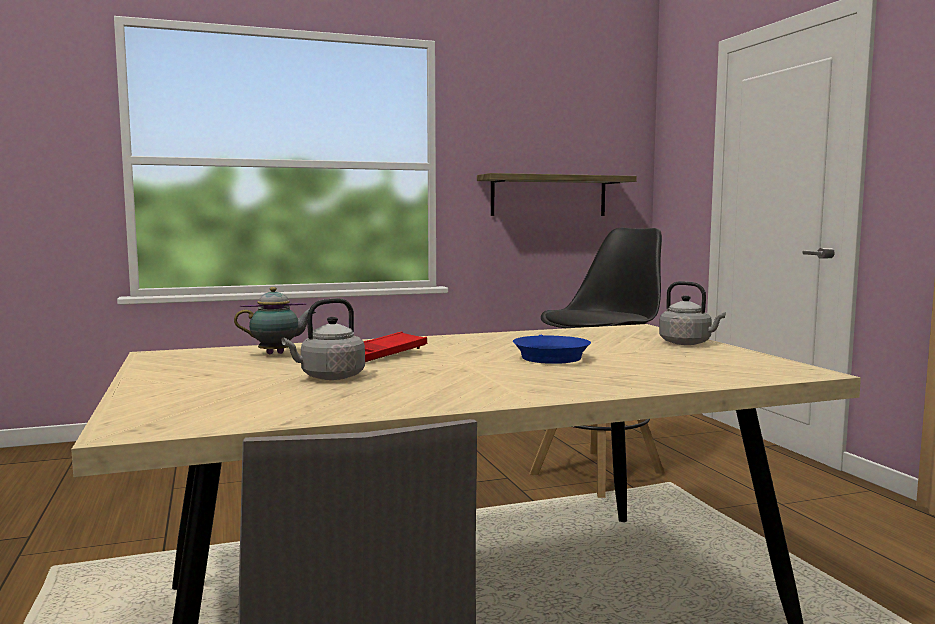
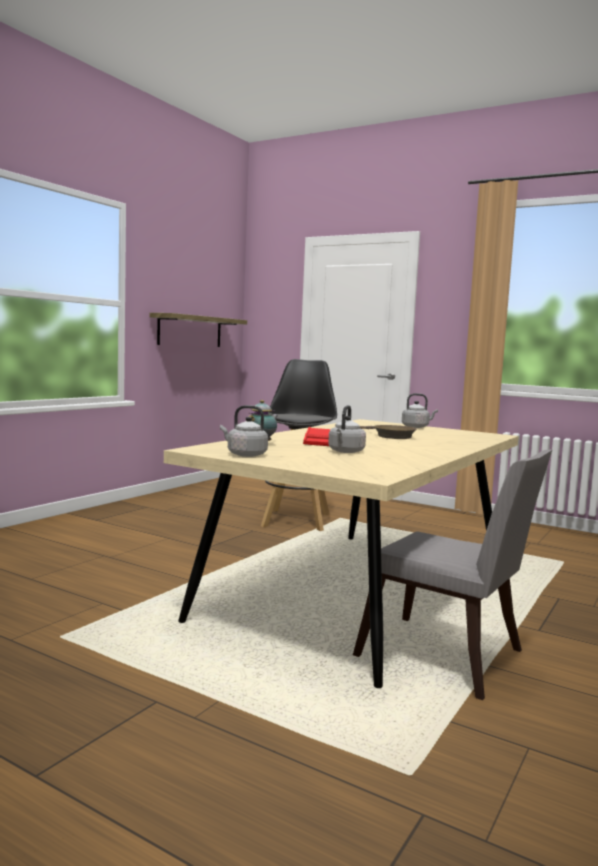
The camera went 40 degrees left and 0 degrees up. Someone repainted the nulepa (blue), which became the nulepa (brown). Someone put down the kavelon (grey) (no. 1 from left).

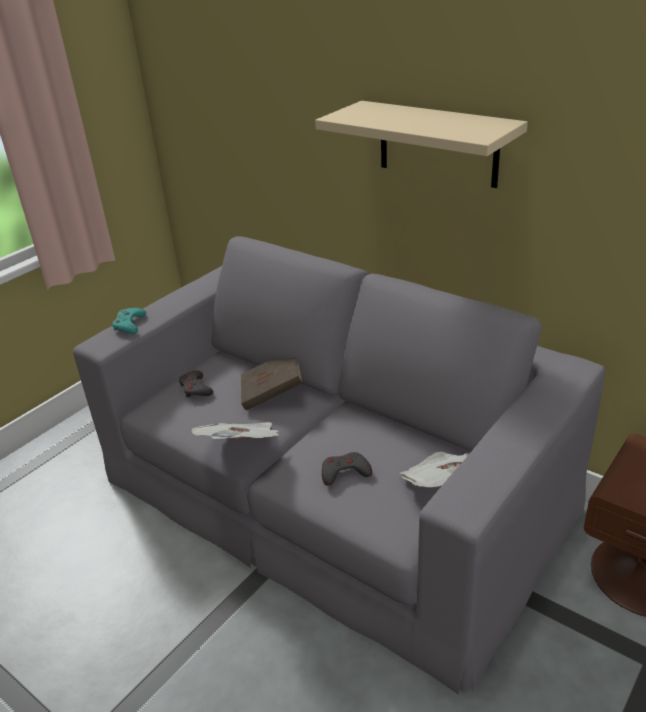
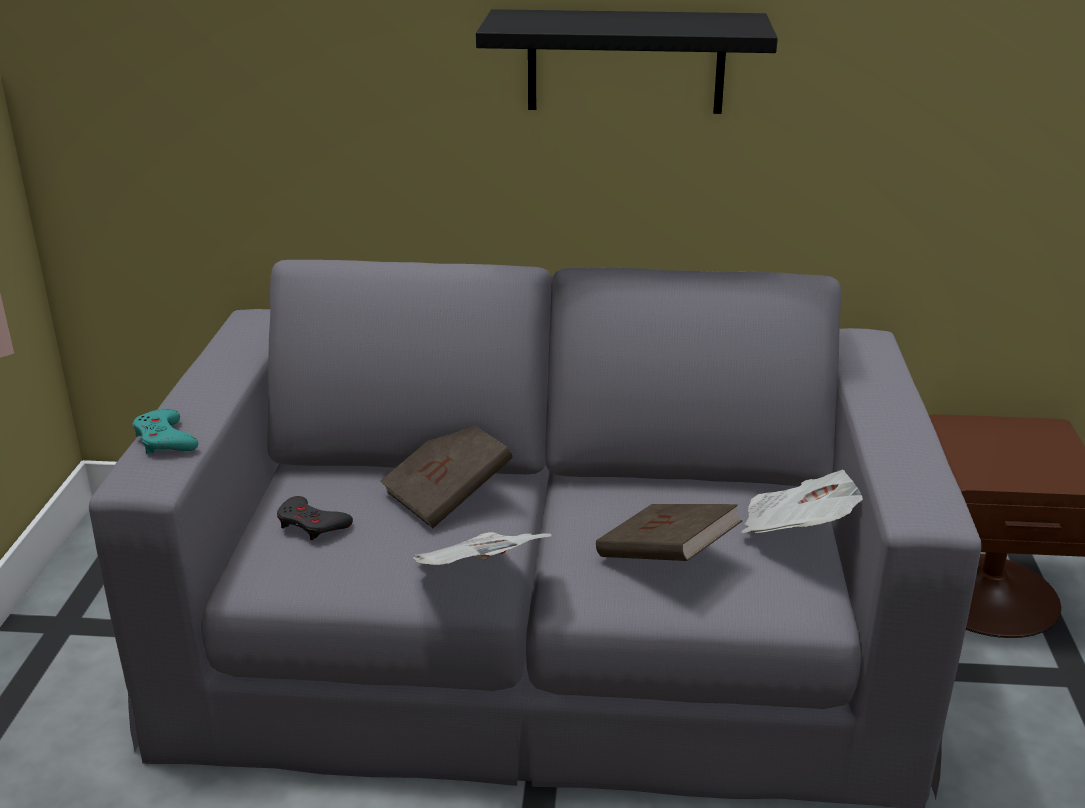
The camera went 35 degrees left and 5 degrees down. Someone repainted the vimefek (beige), which became the vimefek (black). Someone swapped the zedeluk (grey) (no. 2 from left) for the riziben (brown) (no. 2 from left).

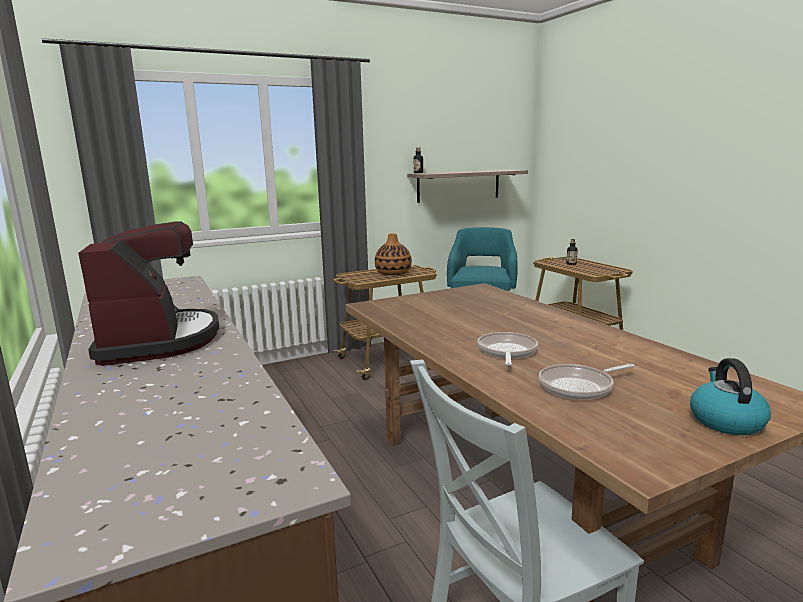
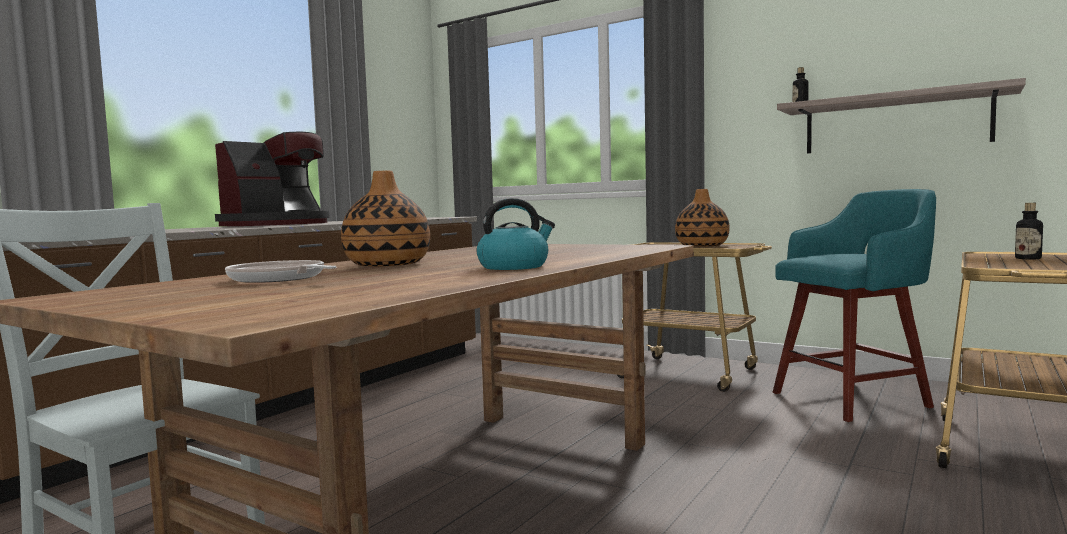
The camera went 60 degrees right and 10 degrees down. Someone swapped the nulepa (no. 1 from left) for the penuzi (no. 1 from left). Someone carried the kavelon.

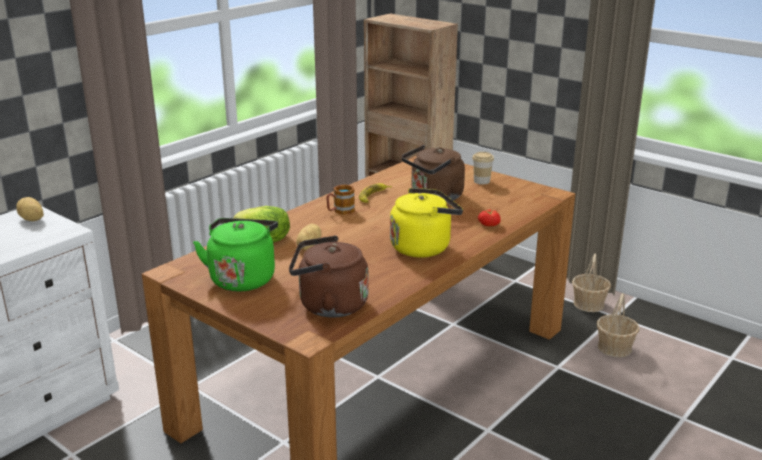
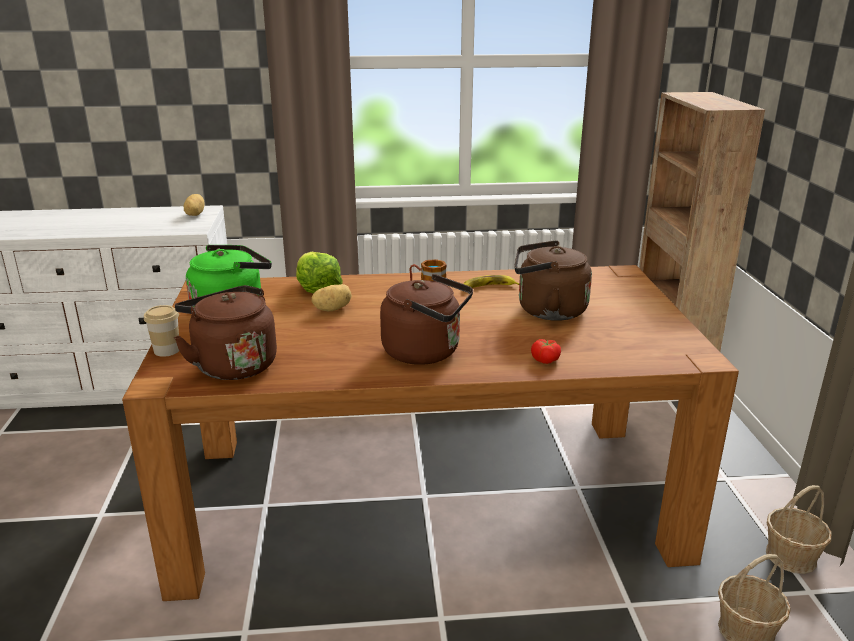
The camera went 45 degrees right and 0 degrees up. Someone repainted the kavelon (yellow), which became the kavelon (brown) (no. 2 from left). Someone carried the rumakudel.

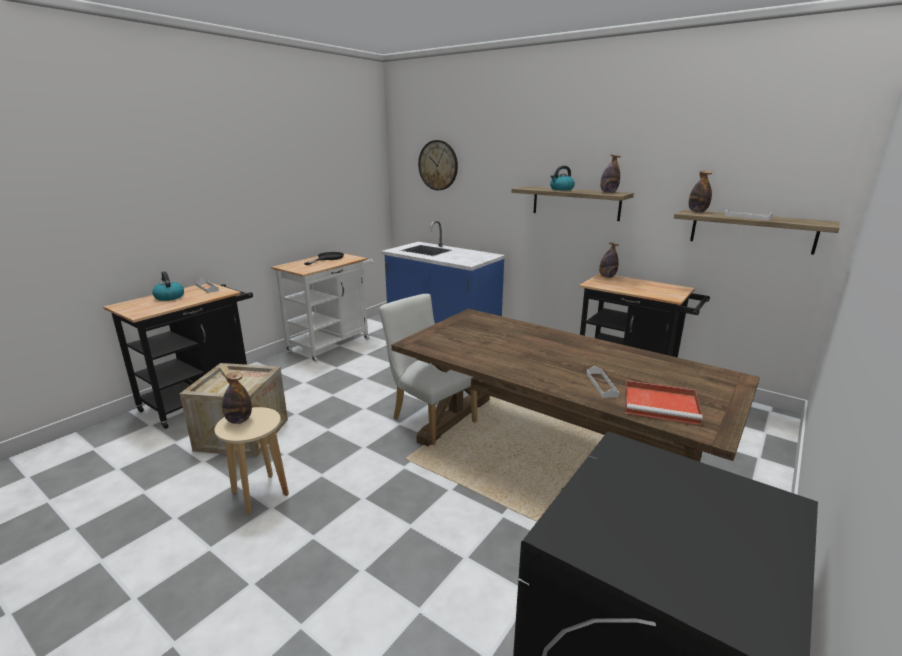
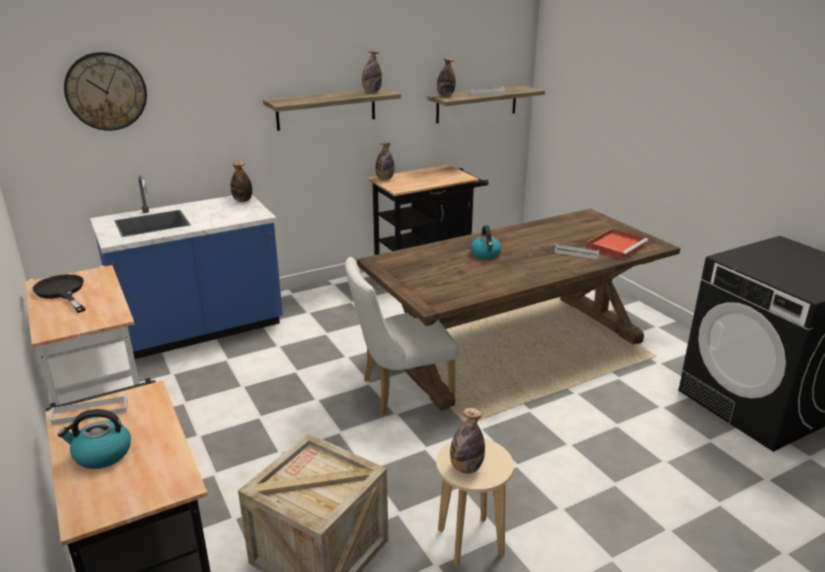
The camera went 65 degrees left and 5 degrees up. Someone carried the kavelon (no. 2 from left). Someone put down the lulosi (no. 1 from left).

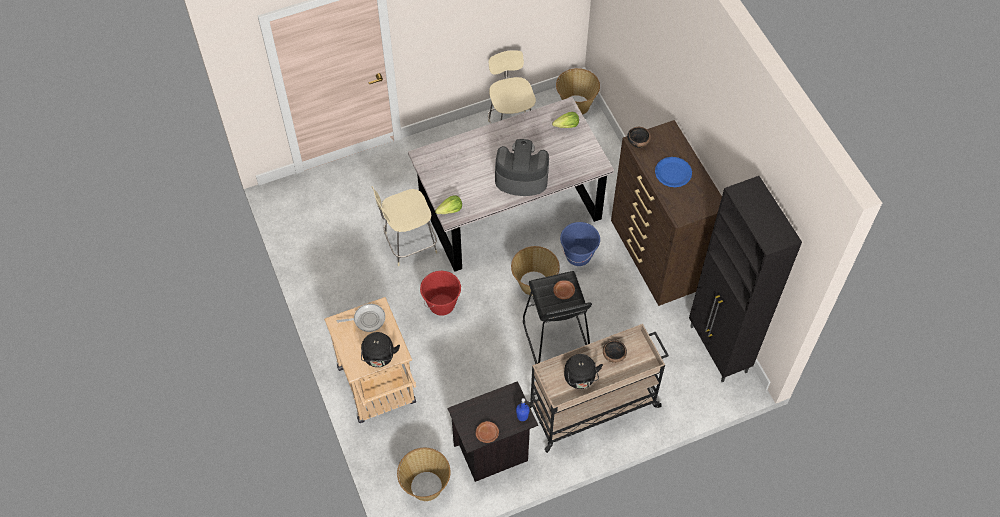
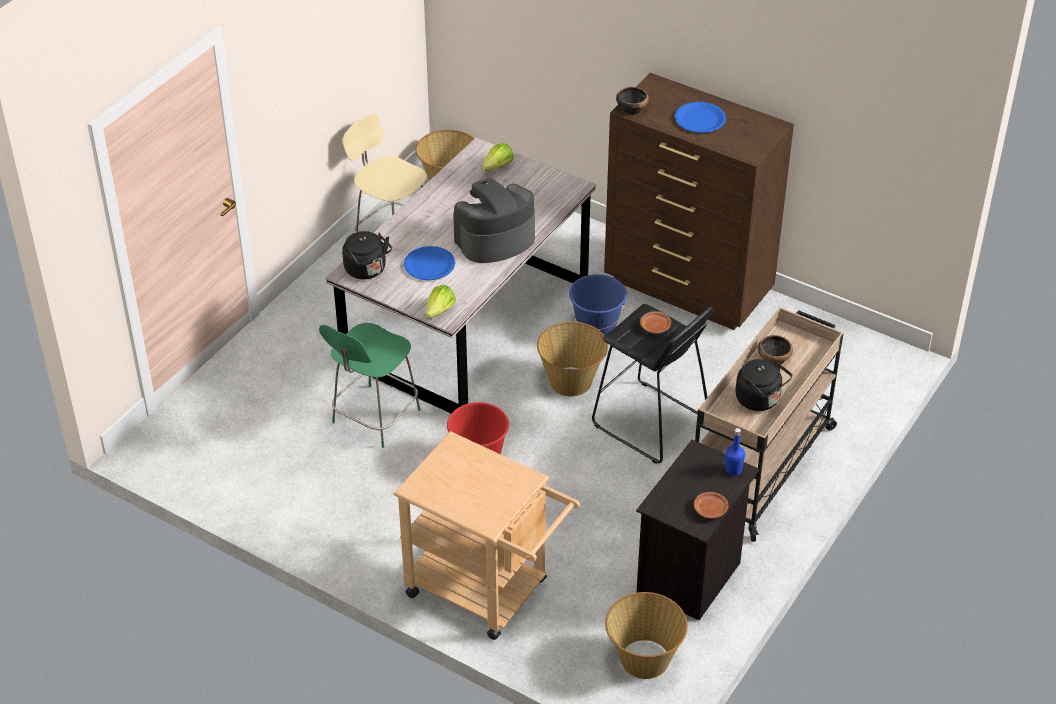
The camera went 35 degrees left and 15 degrees down. Someone took away the nulepa. Someone carried the kavelon (black) (no. 1 from left). Someone repainted the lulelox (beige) (no. 1 from left), which became the lulelox (green). Someone took away the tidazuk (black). Someone put down the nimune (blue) (no. 1 from left).

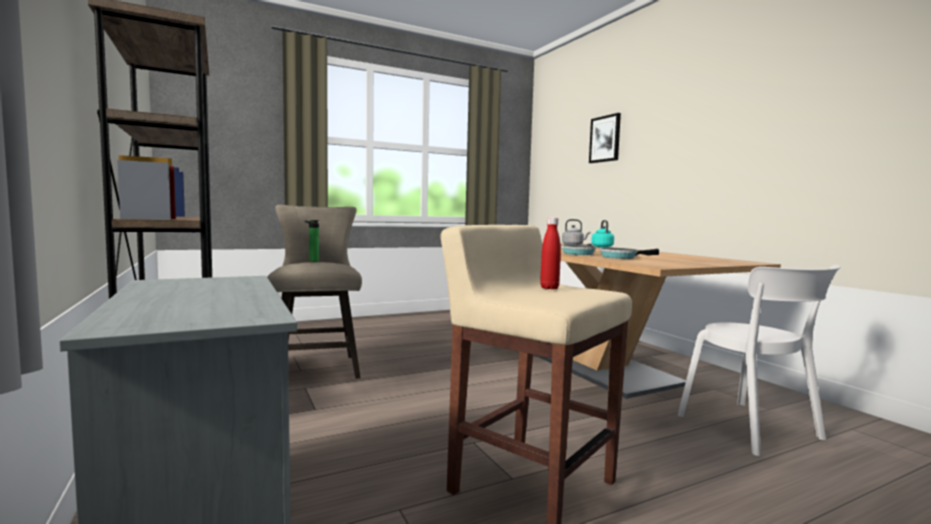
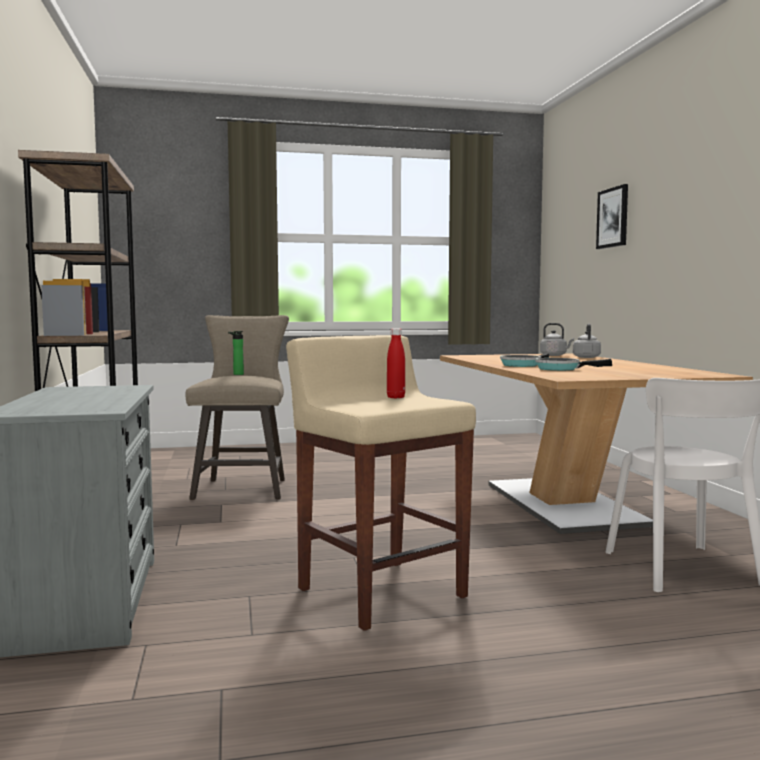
The camera went 15 degrees right and 0 degrees up. Someone repainted the kavelon (turquoise), which became the kavelon (grey) (no. 2 from left).

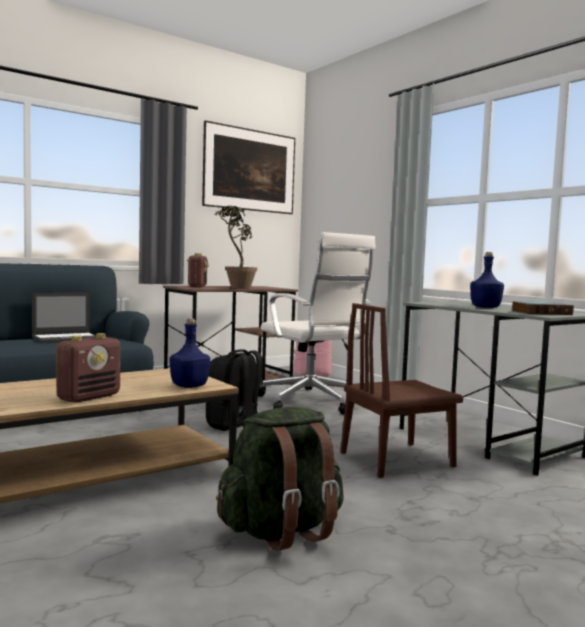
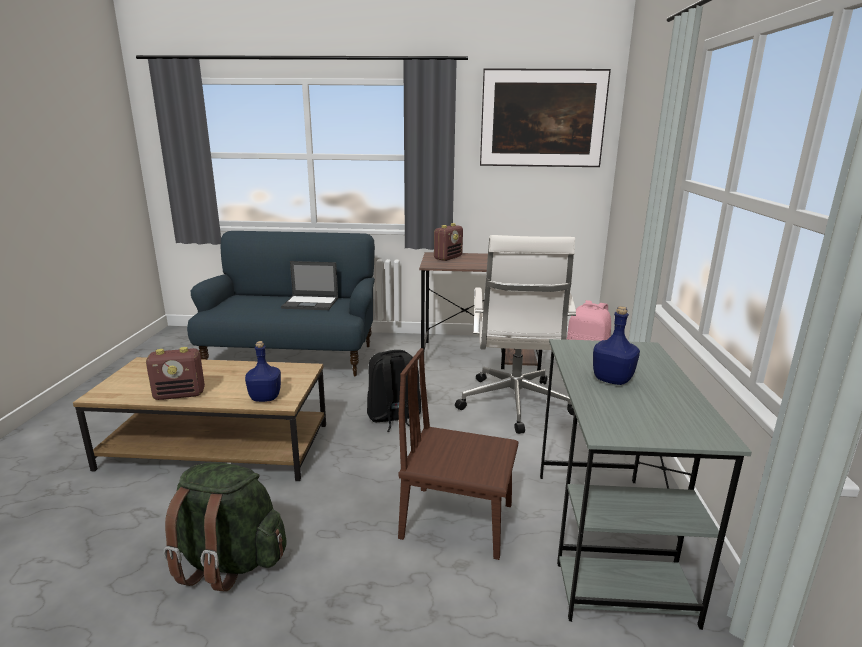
The camera went 40 degrees right and 15 degrees up. Someone took away the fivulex. Someone took away the riziben.

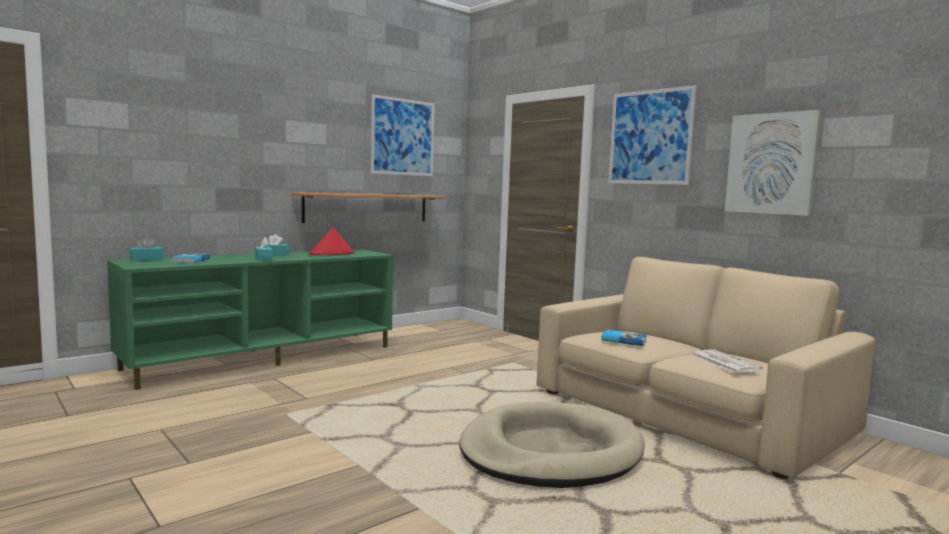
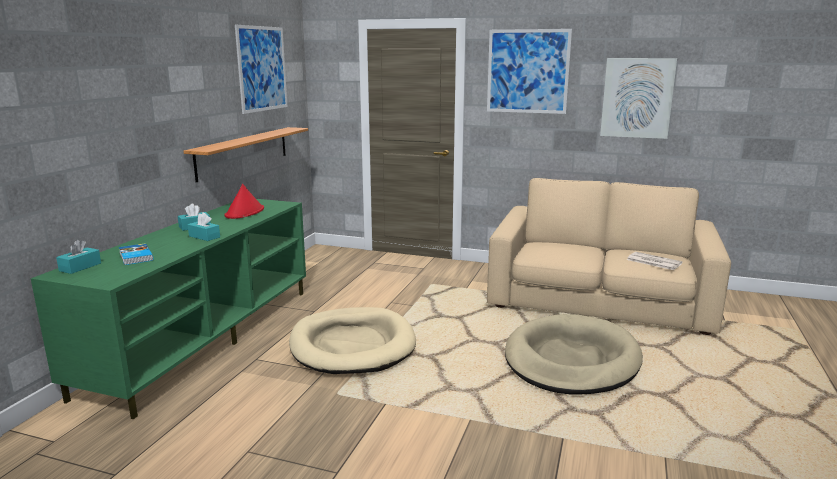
The camera went 30 degrees left and 10 degrees up. Someone took away the riziben (no. 2 from left). Someone put down the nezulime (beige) (no. 1 from left).

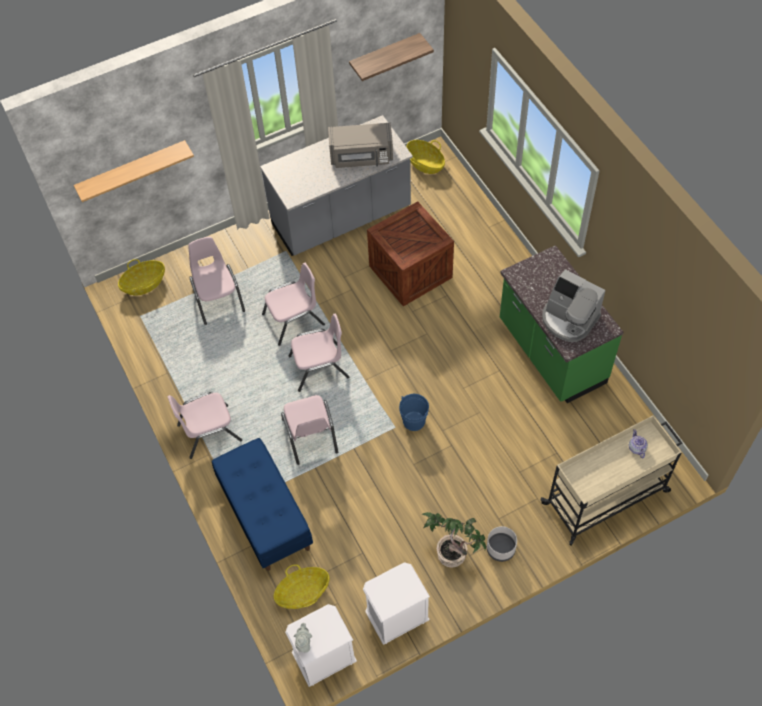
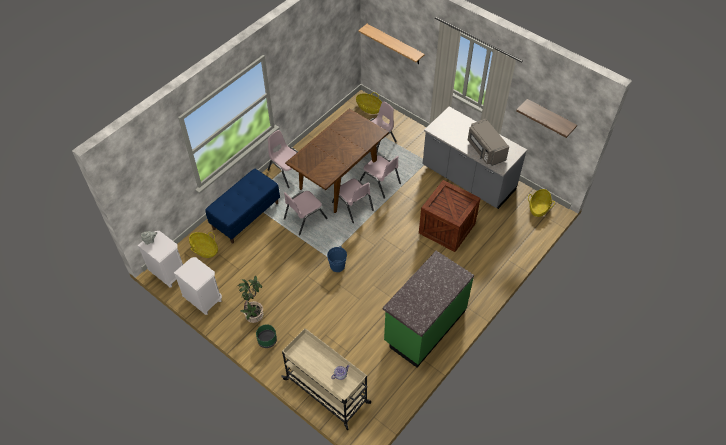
The camera went 65 degrees right and 5 degrees down. Someone repainted the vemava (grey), which became the vemava (green). Someone took away the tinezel. Someone put down the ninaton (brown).

